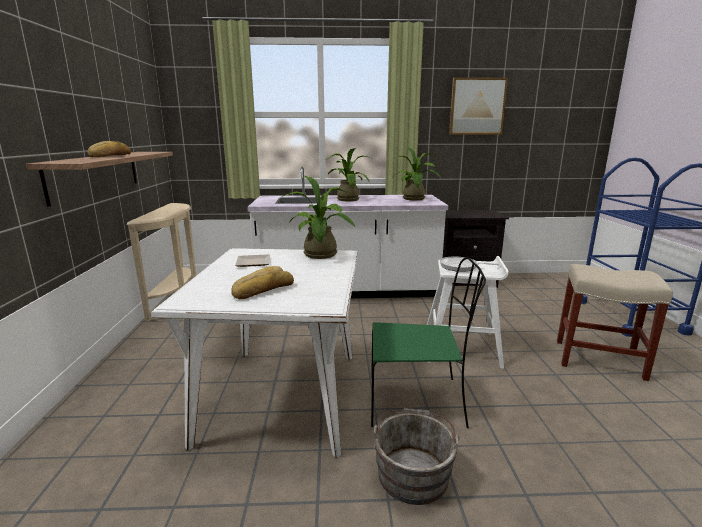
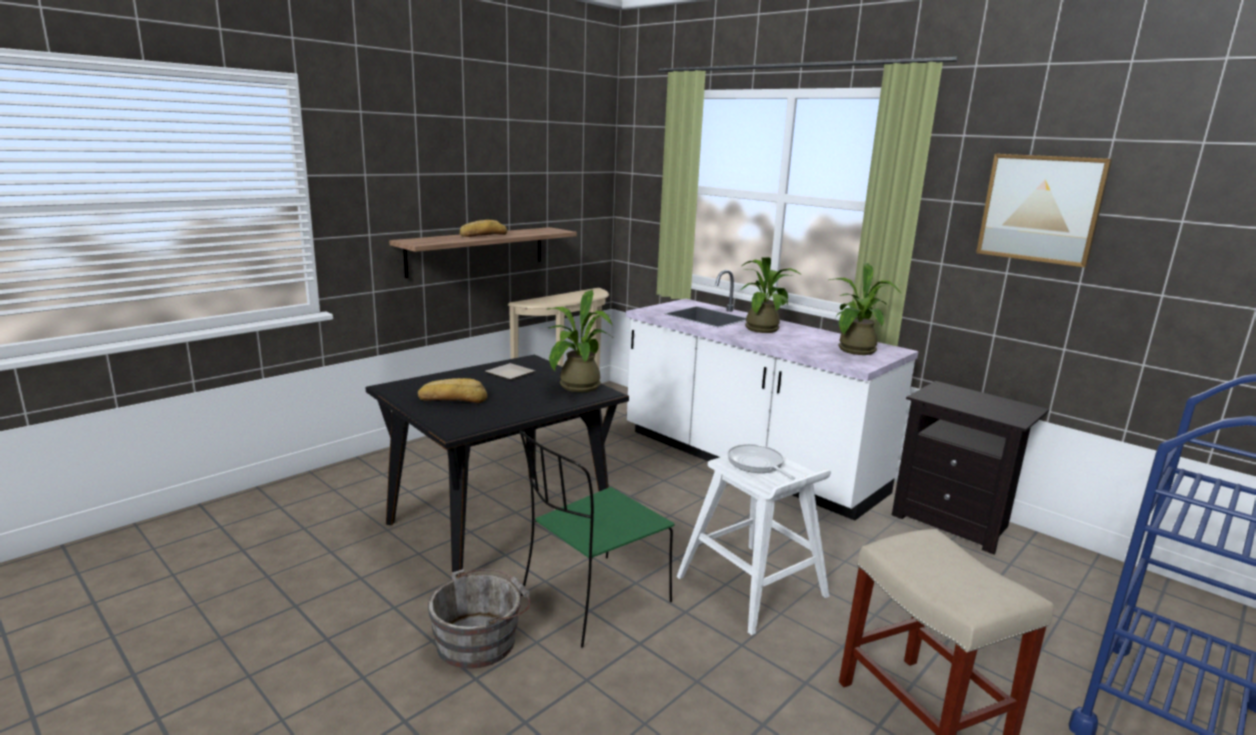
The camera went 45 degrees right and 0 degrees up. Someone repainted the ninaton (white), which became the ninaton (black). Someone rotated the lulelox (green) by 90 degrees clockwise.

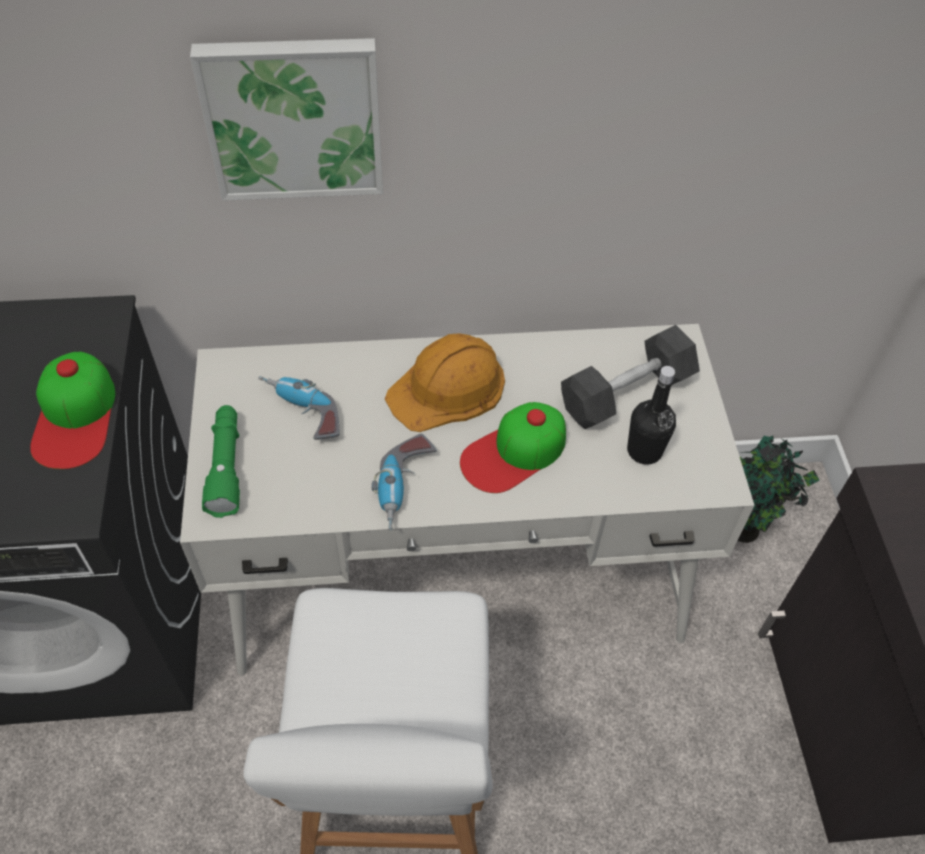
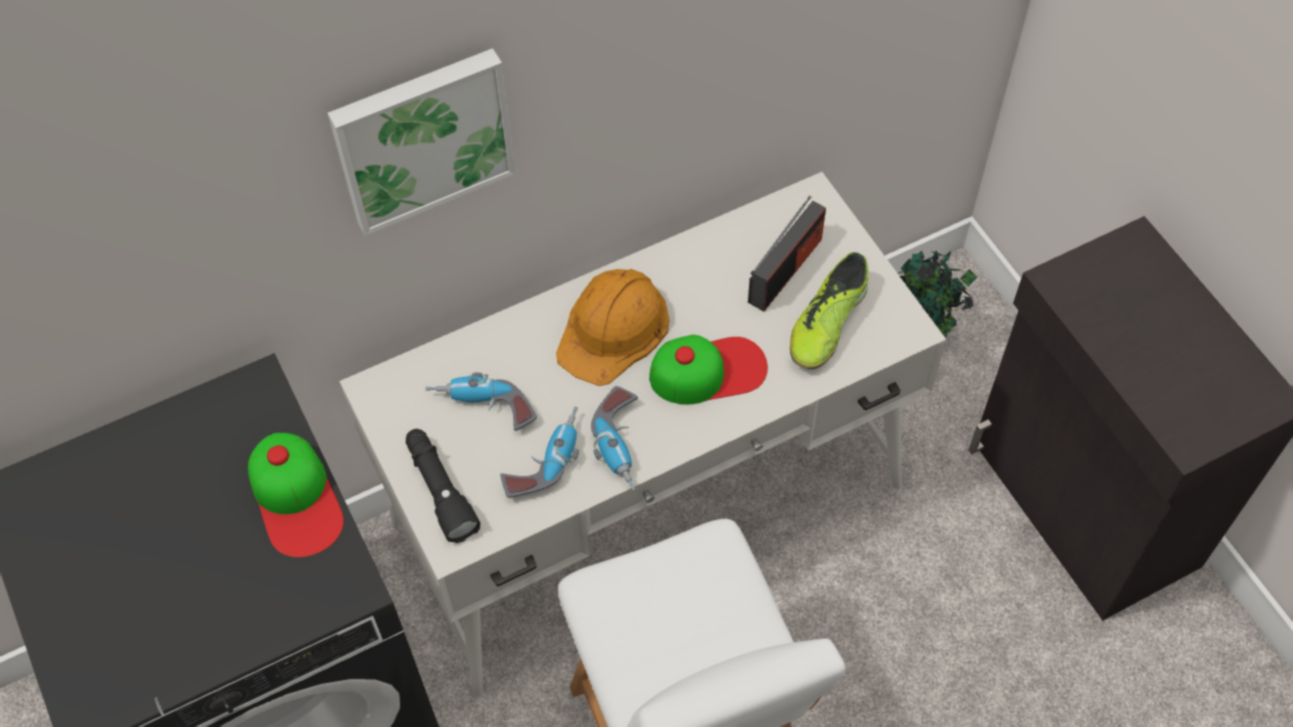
The camera went 20 degrees left and 5 degrees up. Someone repainted the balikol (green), which became the balikol (black). Someone rotated the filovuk (no. 2 from left) by 135 degrees counterclockwise. Someone swapped the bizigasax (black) for the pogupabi. Someone swapped the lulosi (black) for the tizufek. Someone put down the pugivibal (no. 2 from left).

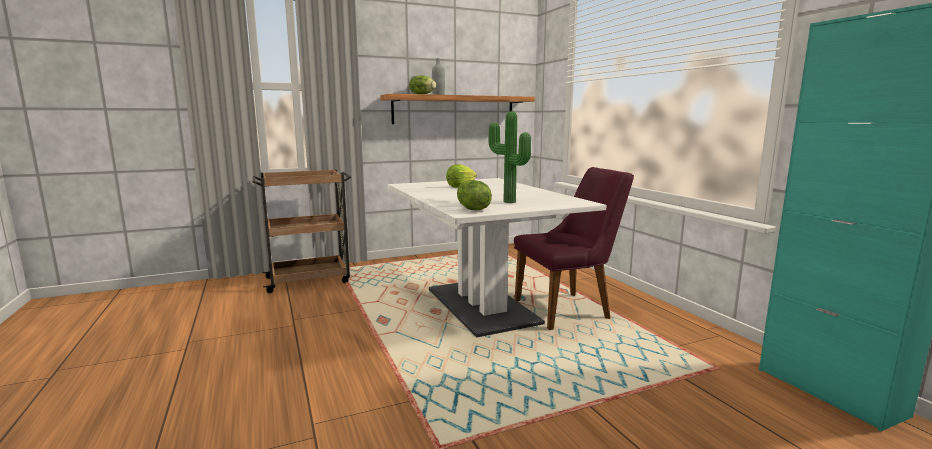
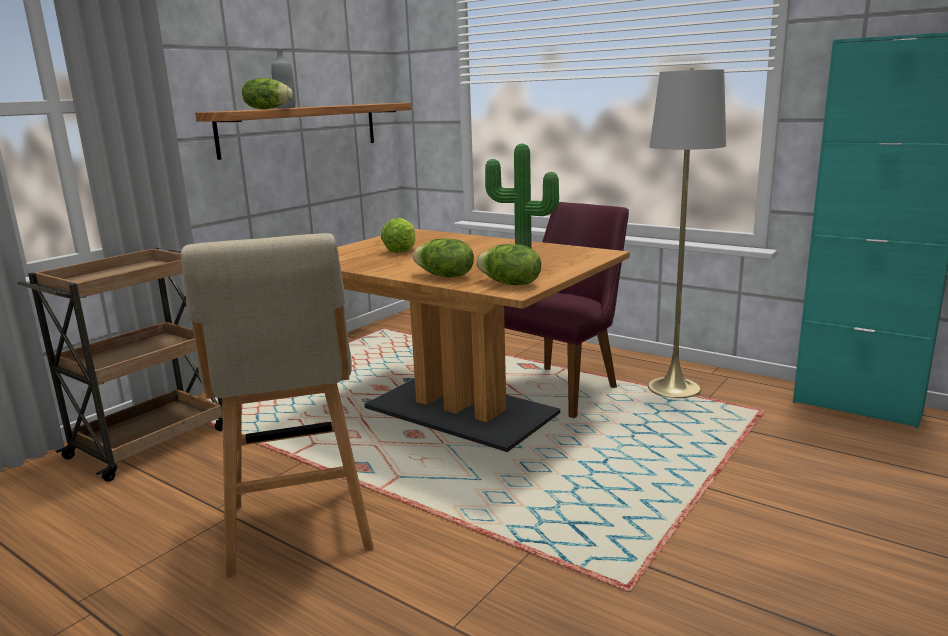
The camera went 30 degrees left and 5 degrees up. Someone repainted the ninaton (white), which became the ninaton (brown). Someone put down the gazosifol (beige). Someone put down the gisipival (no. 3 from left). Someone put down the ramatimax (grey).

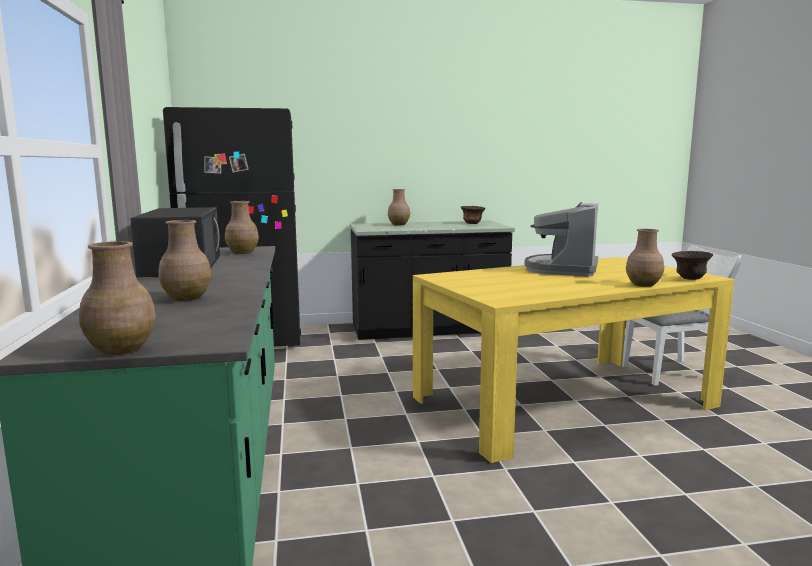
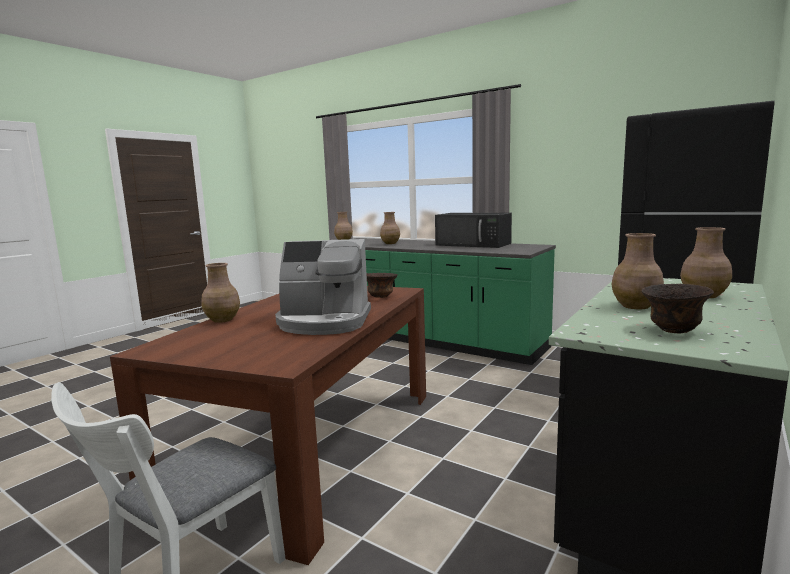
The camera went 135 degrees right and 0 degrees up. Someone carried the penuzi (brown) (no. 3 from left in the first image). Someone repainted the ninaton (yellow), which became the ninaton (brown). Someone rotated the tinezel by 120 degrees clockwise. Someone carried the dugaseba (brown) (no. 2 from left in the first image).

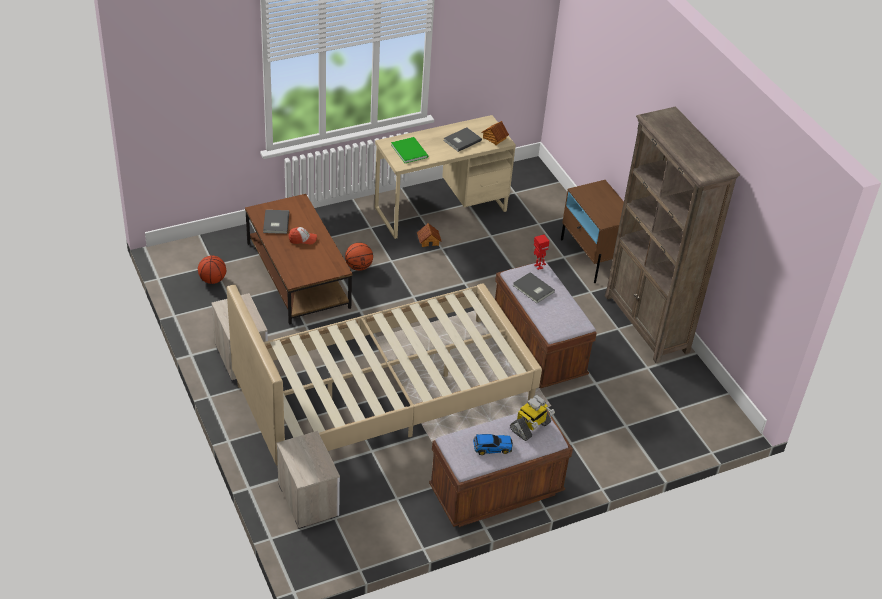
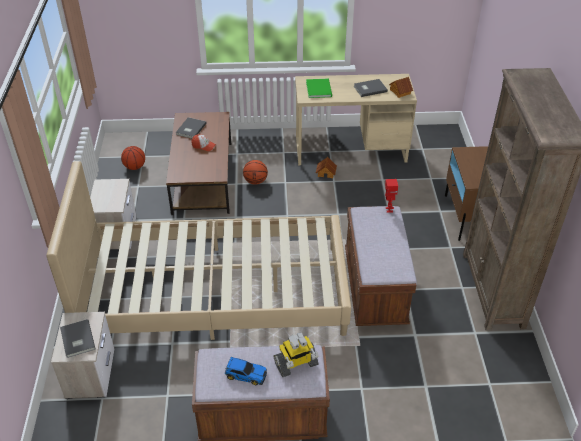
The camera went 25 degrees right and 0 degrees up. Someone carried the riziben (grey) (no. 3 from left in the first image).

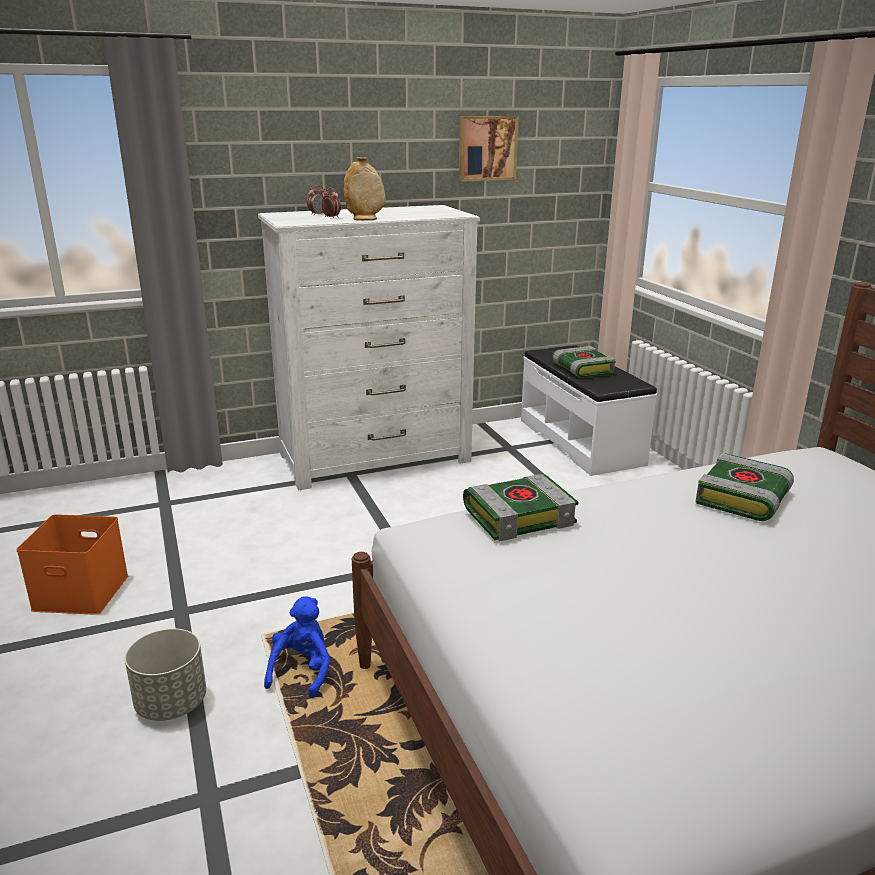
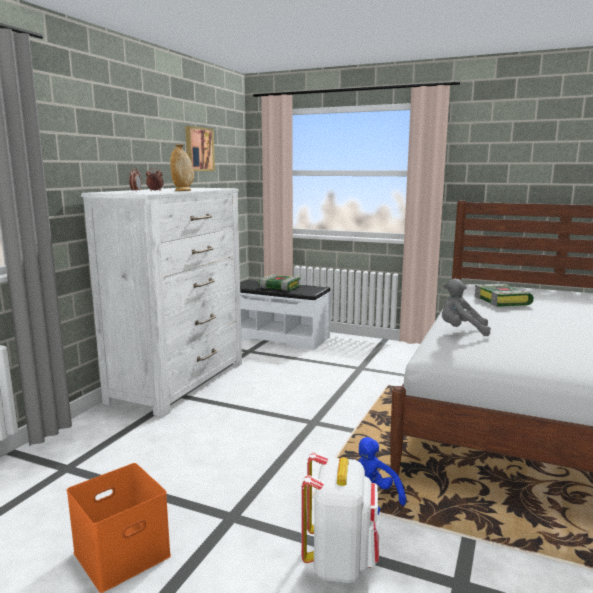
The camera went 45 degrees left and 10 degrees down. Someone swapped the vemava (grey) for the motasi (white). Someone swapped the riziben (no. 1 from left) for the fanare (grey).

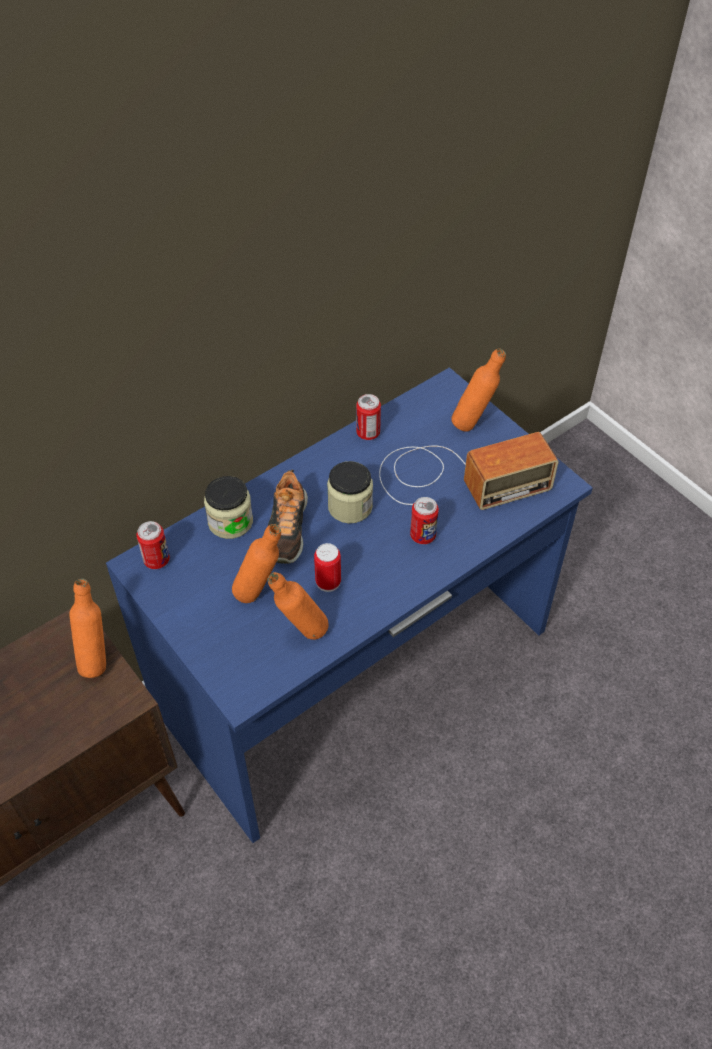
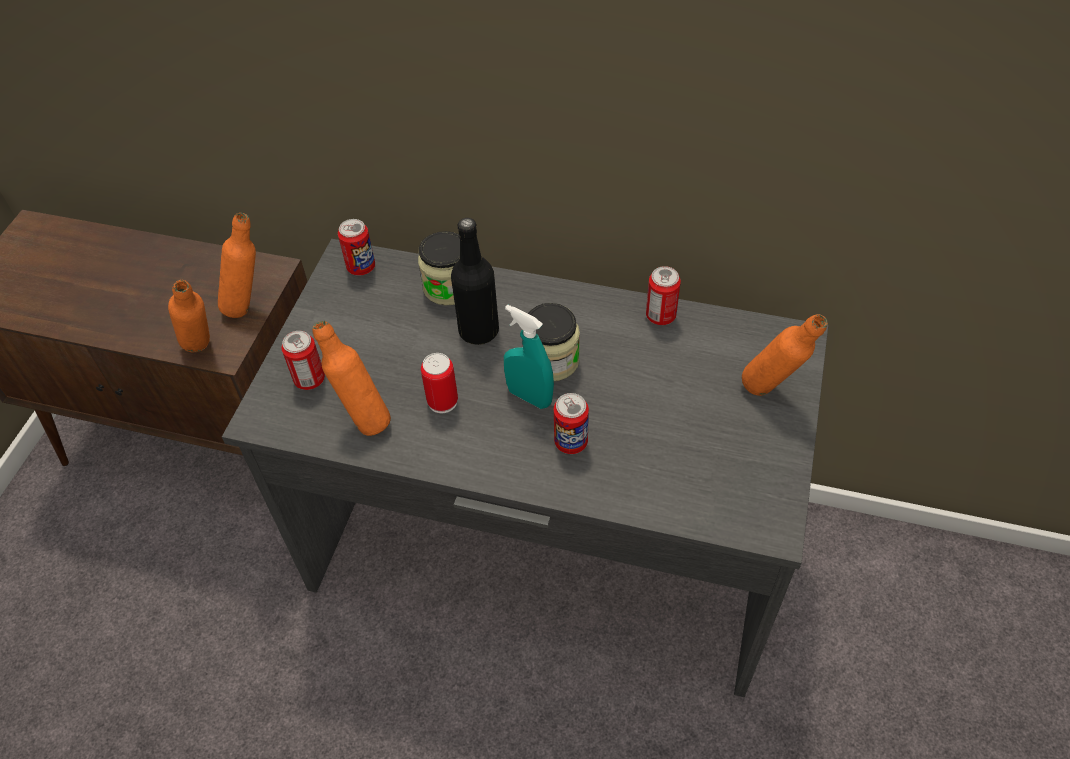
The camera went 55 degrees right and 0 degrees up. Someone repainted the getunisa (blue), which became the getunisa (grey). Someone carried the lulosi (orange) (no. 2 from left in the first image). Someone swapped the tizufek for the lulosi (black). Someone took away the pogupabi. Someone put down the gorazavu (no. 1 from left). Someone put down the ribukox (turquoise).

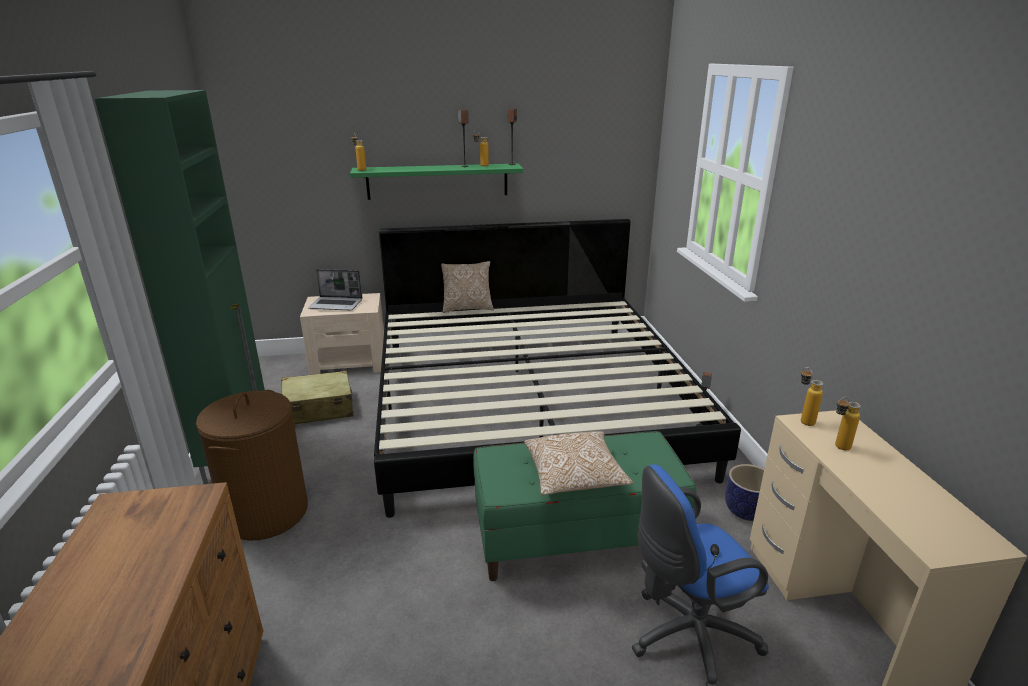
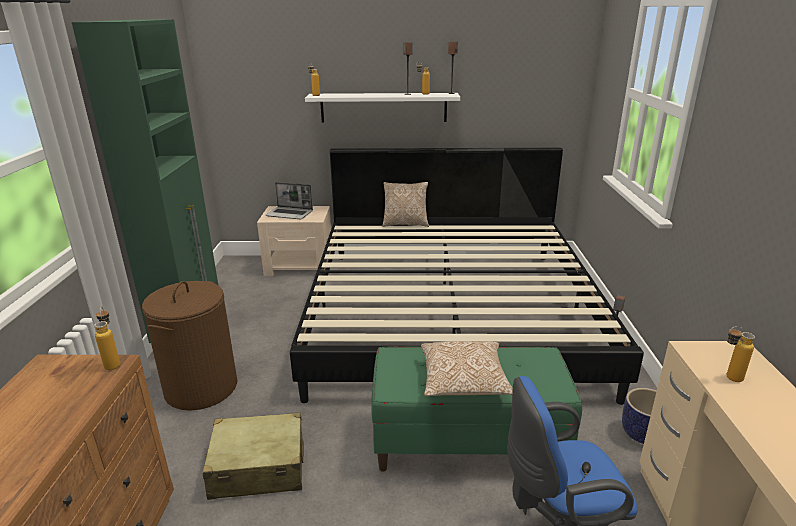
The camera went 10 degrees right and 0 degrees up. Someone carried the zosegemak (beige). Someone repainted the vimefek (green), which became the vimefek (white). Someone carried the lulosi (no. 3 from left in the first image).

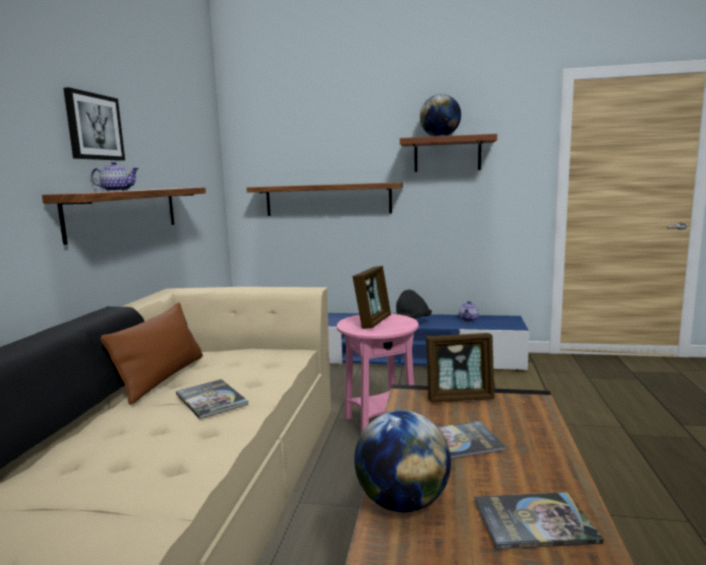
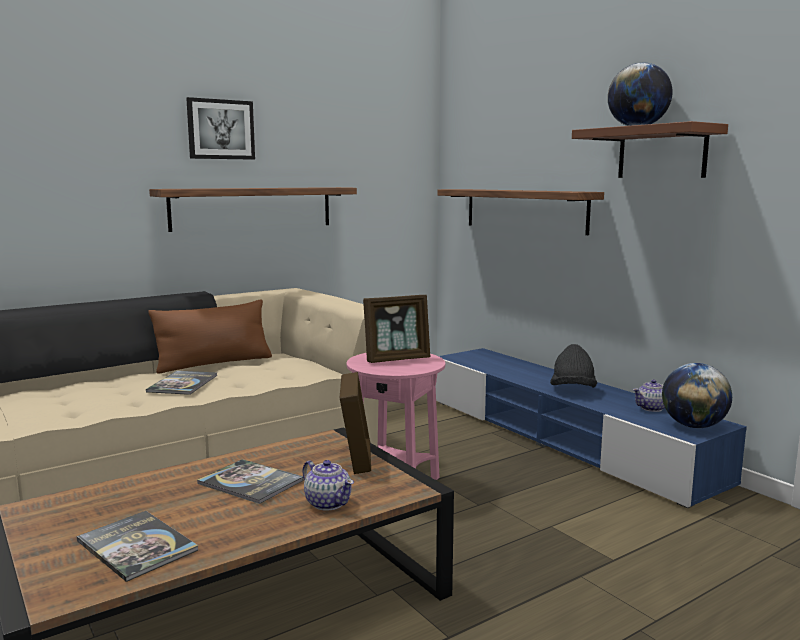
The camera went 45 degrees right and 0 degrees up. Someone carried the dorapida (no. 1 from left). Someone carried the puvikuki (no. 1 from left in the first image). Someone rotated the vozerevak (no. 2 from left in the first image) by 135 degrees counterclockwise.

